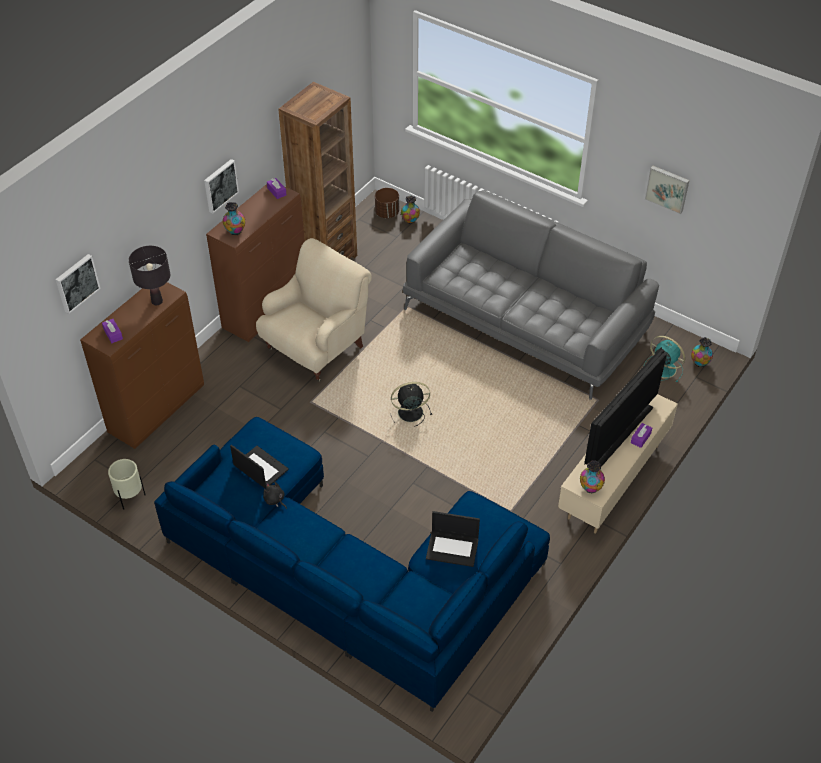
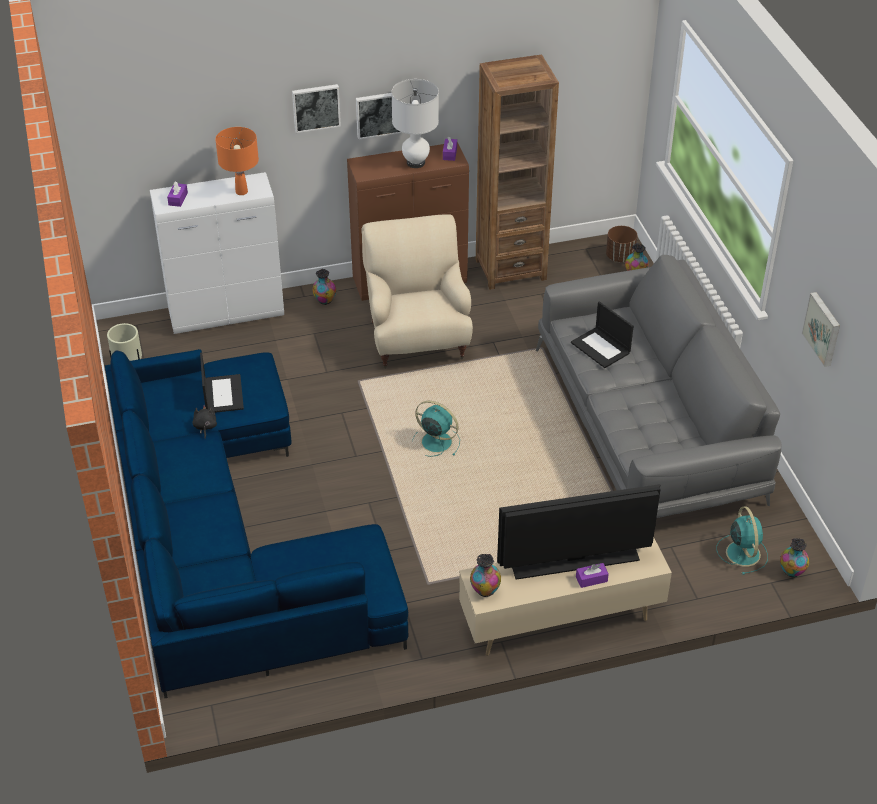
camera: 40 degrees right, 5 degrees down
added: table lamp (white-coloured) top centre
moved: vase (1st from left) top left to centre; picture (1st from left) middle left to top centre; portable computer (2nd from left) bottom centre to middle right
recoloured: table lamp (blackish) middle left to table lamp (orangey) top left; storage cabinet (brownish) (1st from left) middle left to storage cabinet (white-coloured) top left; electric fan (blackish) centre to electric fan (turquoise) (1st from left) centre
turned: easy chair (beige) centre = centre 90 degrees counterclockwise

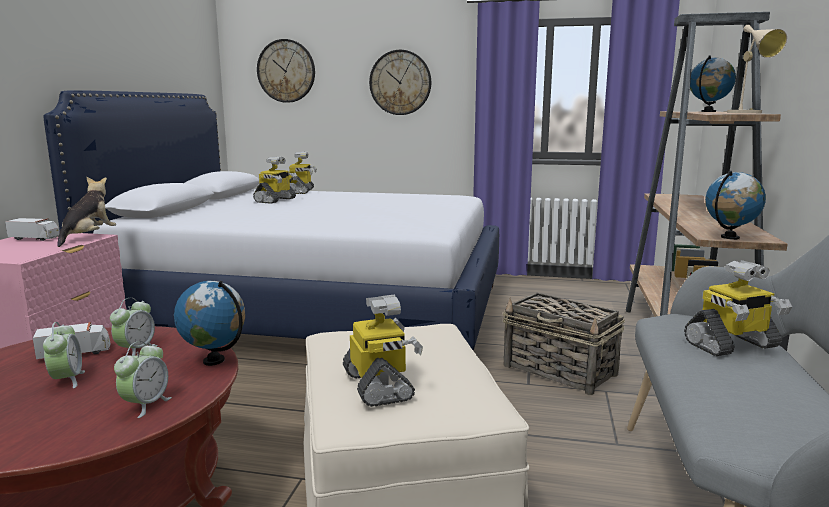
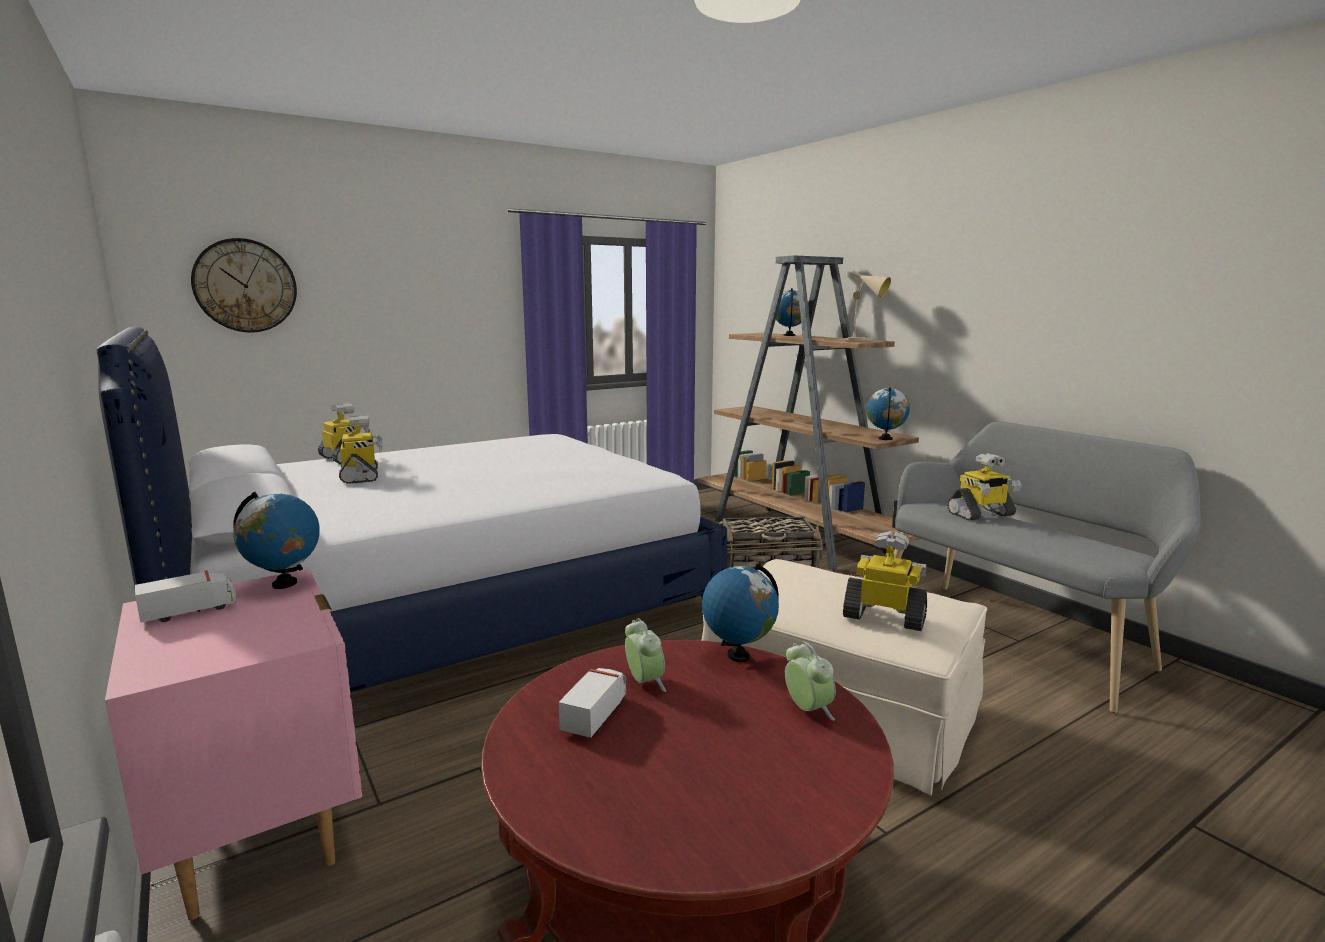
camera: 45 degrees left, 0 degrees up
removed: clock on the wall (2nd from left) top centre; bedside clock (1st from left) bottom left
replaced: plush toy middle left to world globe (1st from left) middle left
turned: robot figure (4th from left) middle right = middle right 45 degrees clockwise

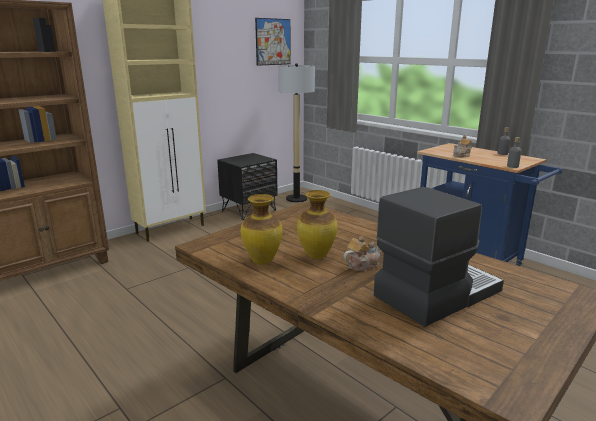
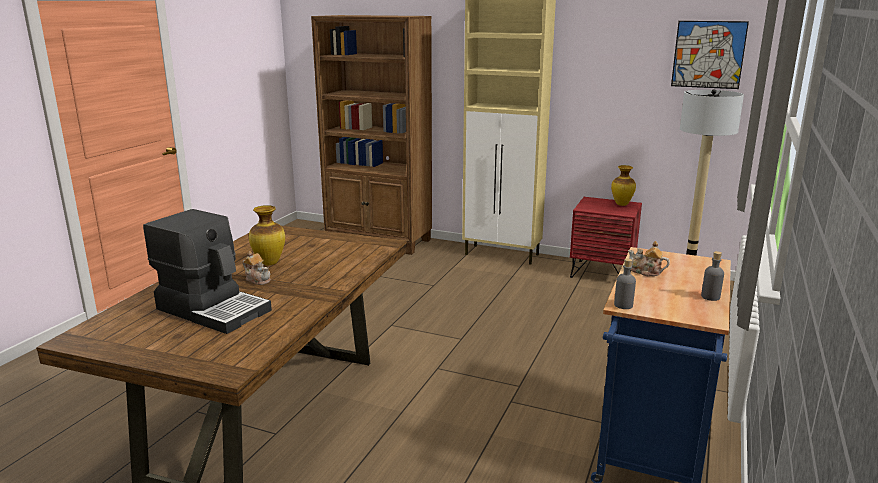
camera: 65 degrees right, 0 degrees up
moved: vase (1st from left in the first image) centre to vase (2nd from left) middle right
recoloured: nightstand (blackish) centre to nightstand (red) middle right

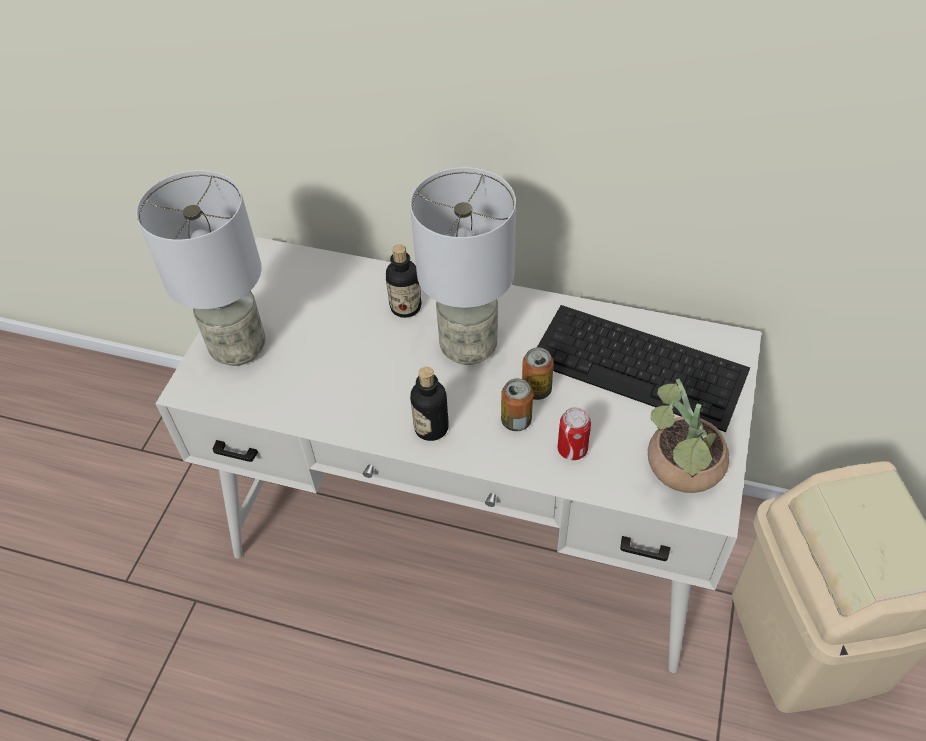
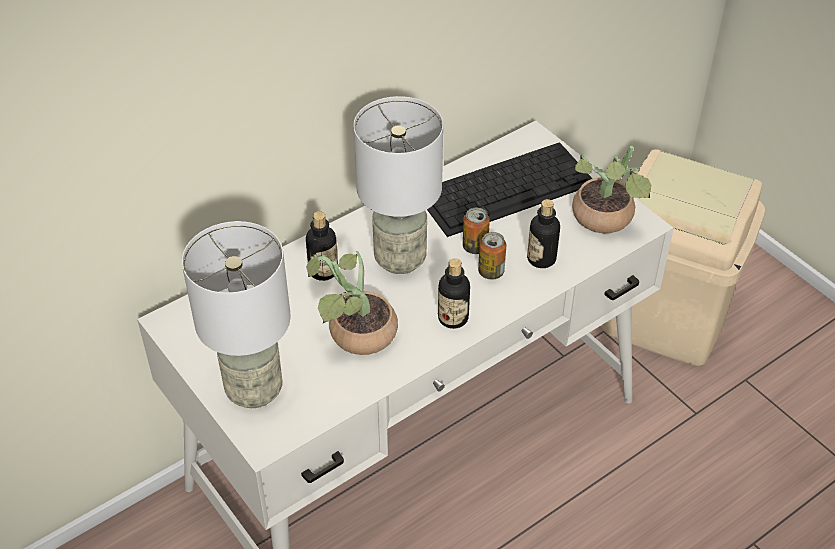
camera: 55 degrees left, 5 degrees down
added: plant in a pot (1st from left) centre
replaced: metal can (3rd from left) centre to bottle (3rd from left) centre

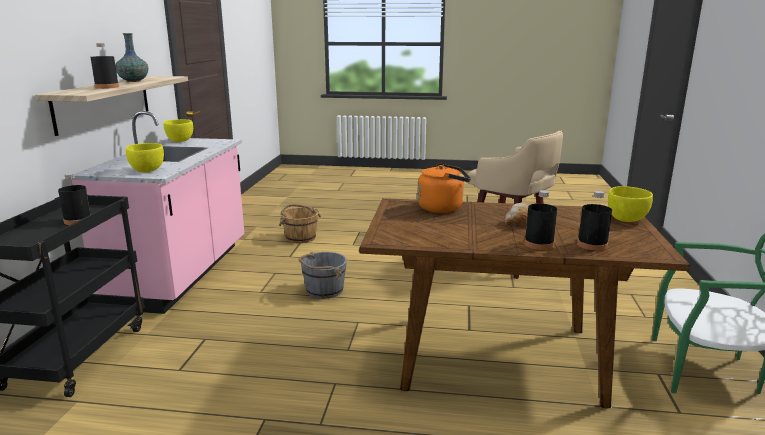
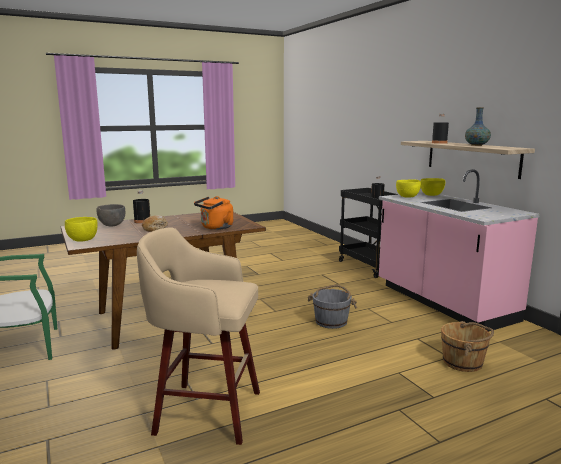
camera: 145 degrees right, 5 degrees down
moved: bowl (yellow-coloured) (2nd from left in the first image) top left to bowl (yellow-coloured) (3rd from left) middle right
replaced: bottle (blackish) (4th from left) middle right to bowl (gray) middle left

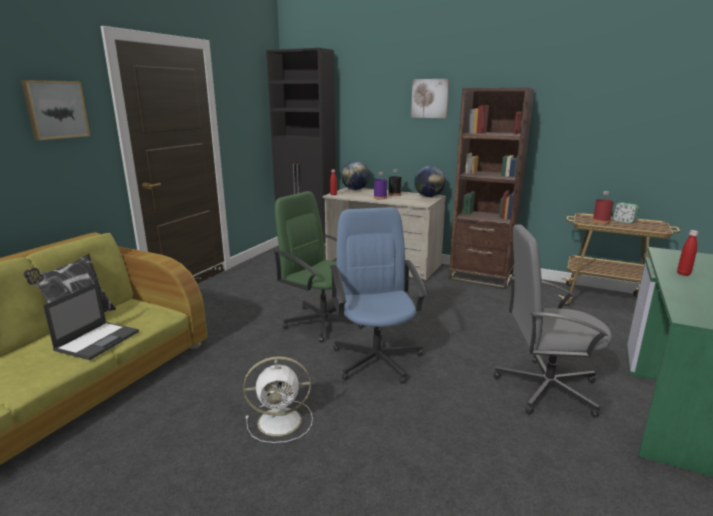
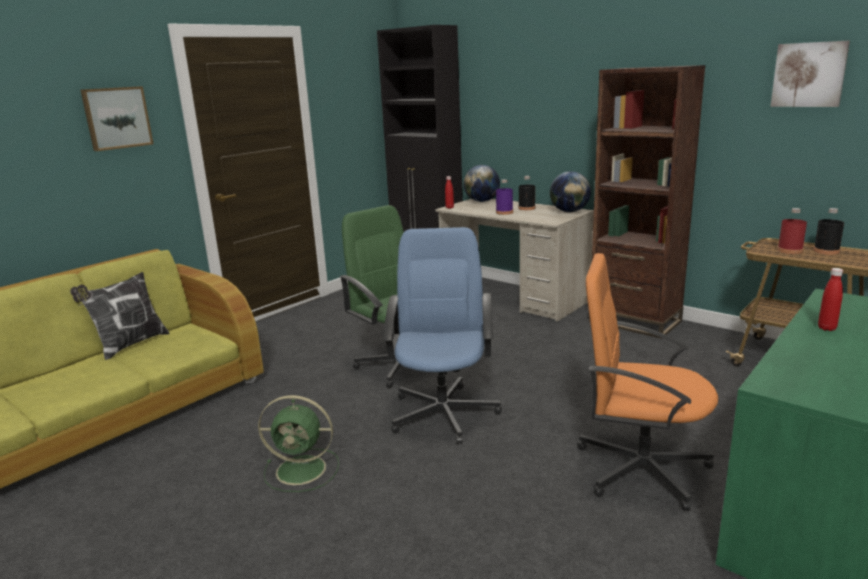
camera: 15 degrees right, 0 degrees up
removed: portable computer middle left
moved: picture (2nd from left) top centre to top right
replaced: bedside clock middle right to bottle (blackish) (2nd from left) middle right
recoloured: office chair (gray) middle right to office chair (orangey) middle right; electric fan (white-coloured) bottom centre to electric fan (greenish) bottom centre

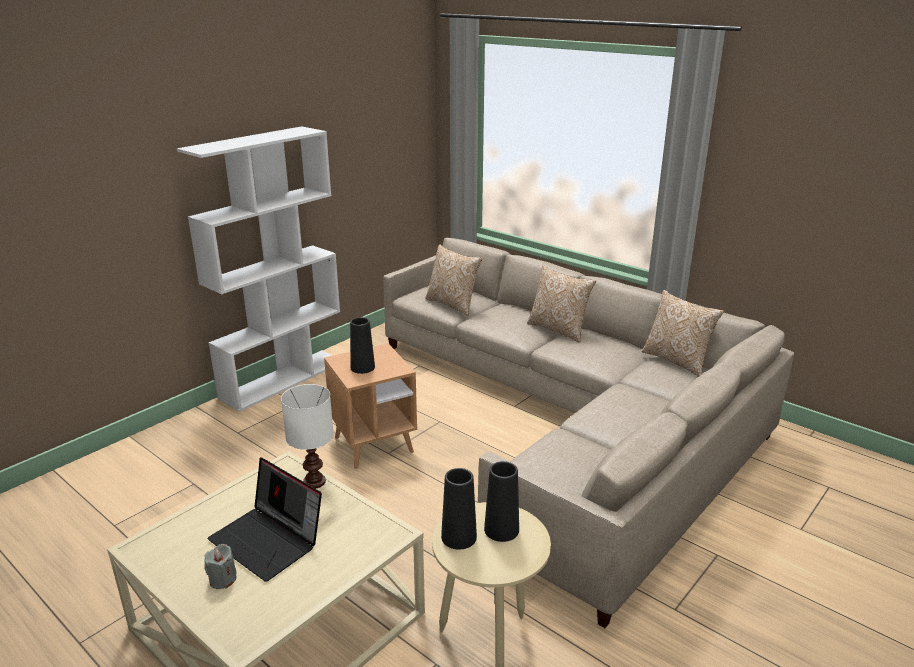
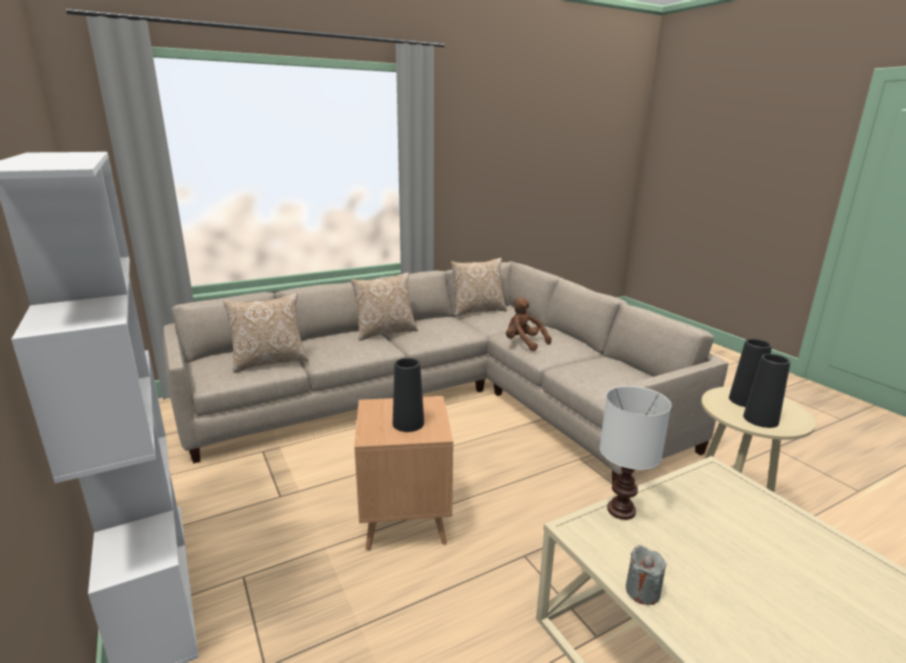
camera: 70 degrees left, 5 degrees down
removed: portable computer bottom left
added: plush toy (brownish) centre
moved: wax light (gray) bottom left to bottom right

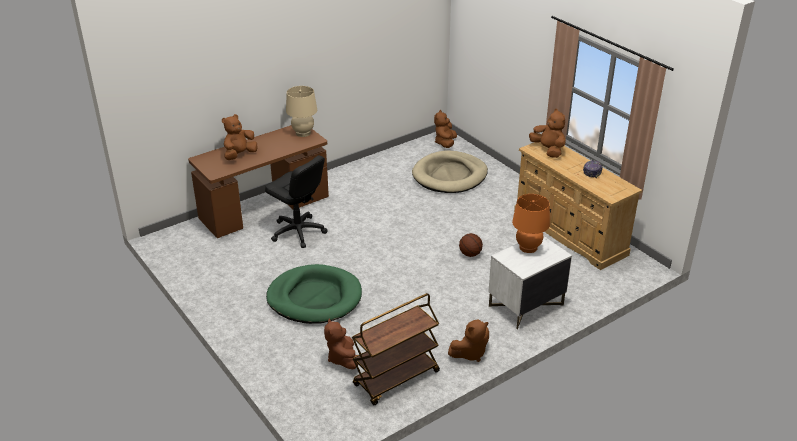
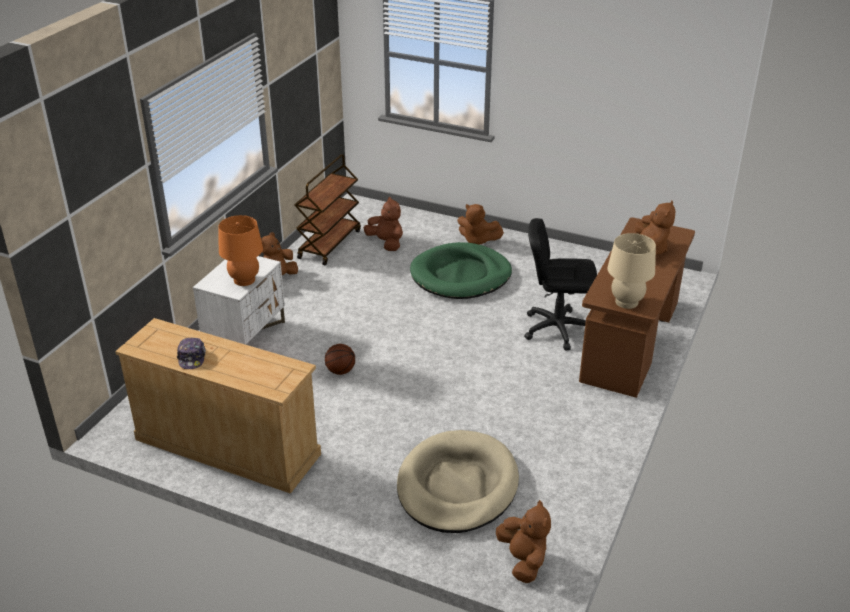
camera: 150 degrees right, 0 degrees up
moved: plush toy (brownish) (5th from left in the first image) top right to plush toy (brownish) (3rd from left) centre

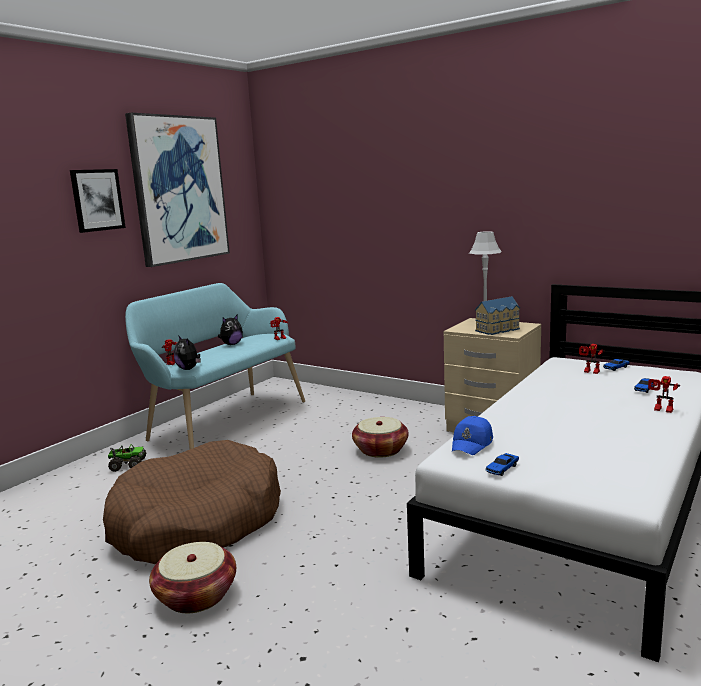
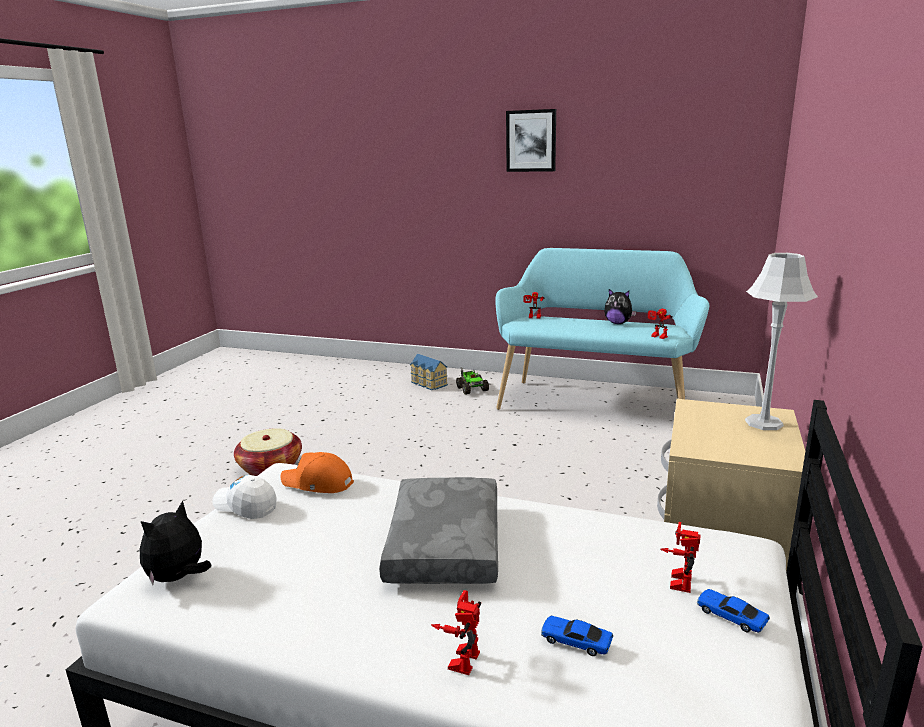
camera: 75 degrees right, 5 degrees up
removed: picture (2nd from left) top left; basket (2nd from left) centre; pet bed (brownish) bottom left
added: cushion (gray) bottom centre
moved: toy house middle right to centre; plush toy (1st from left) middle left to bottom left
replaced: model car (1st from left) bottom right to peaked cap (white-coloured) bottom left
recoloured: peaked cap (blue) middle right to peaked cap (orangey) centre

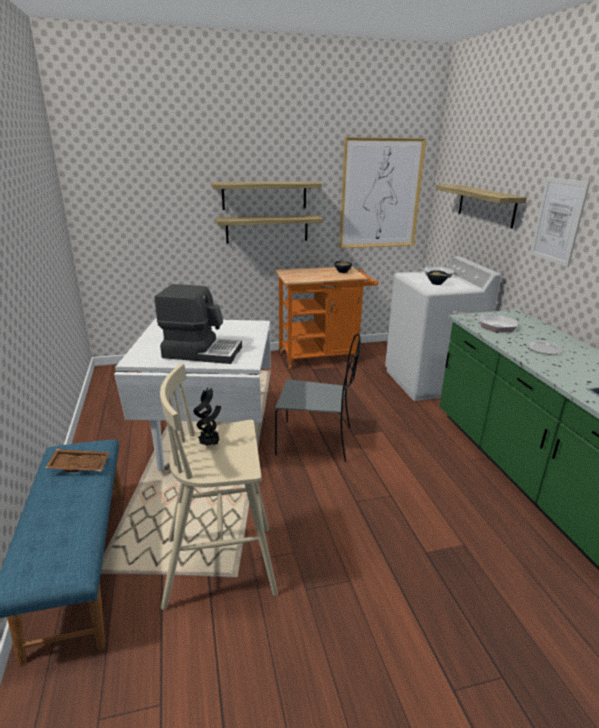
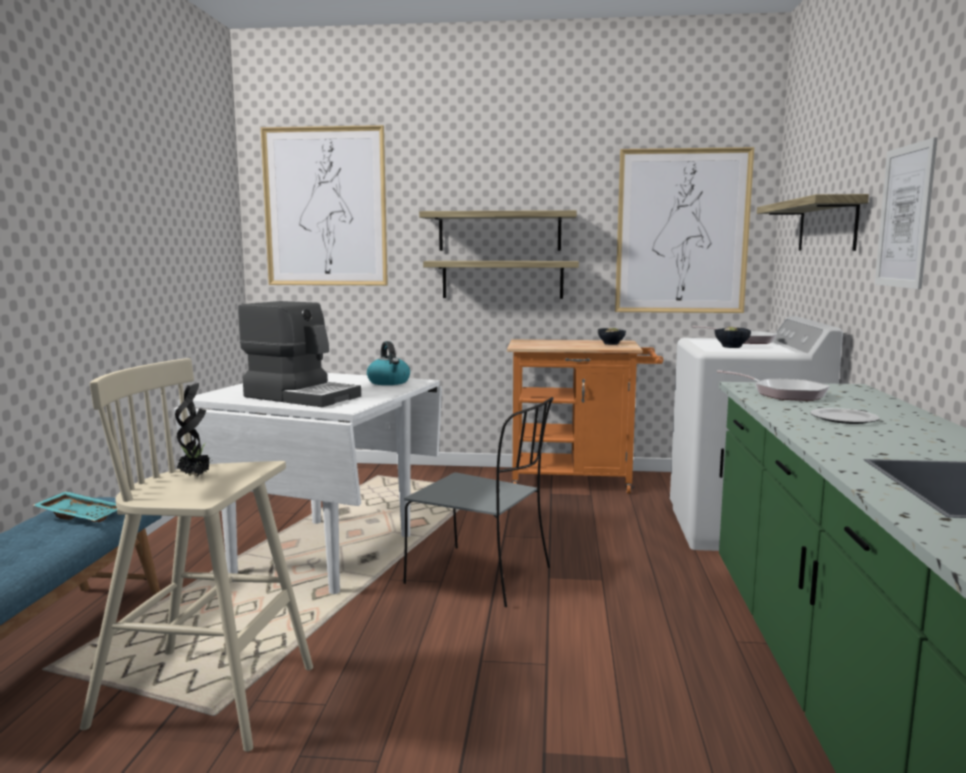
camera: 20 degrees right, 15 degrees down
added: picture (1st from left) top centre; water kettle centre
recoloured: serving tray (brownish) middle left to serving tray (turquoise) middle left

